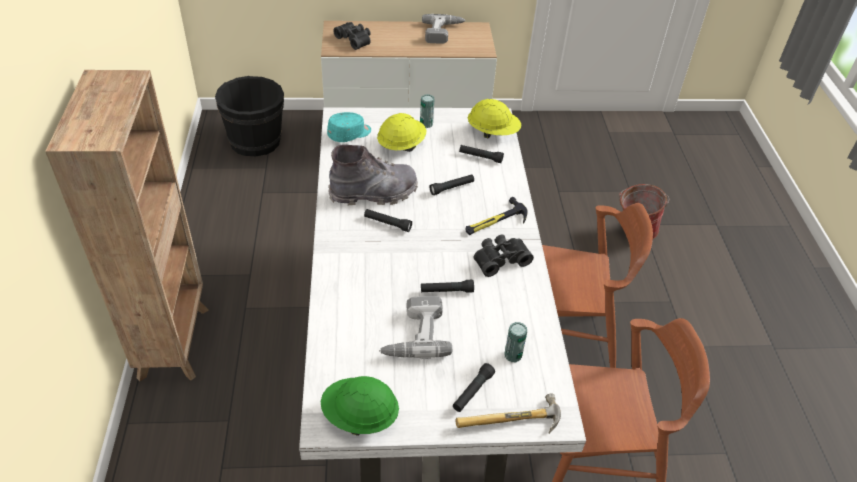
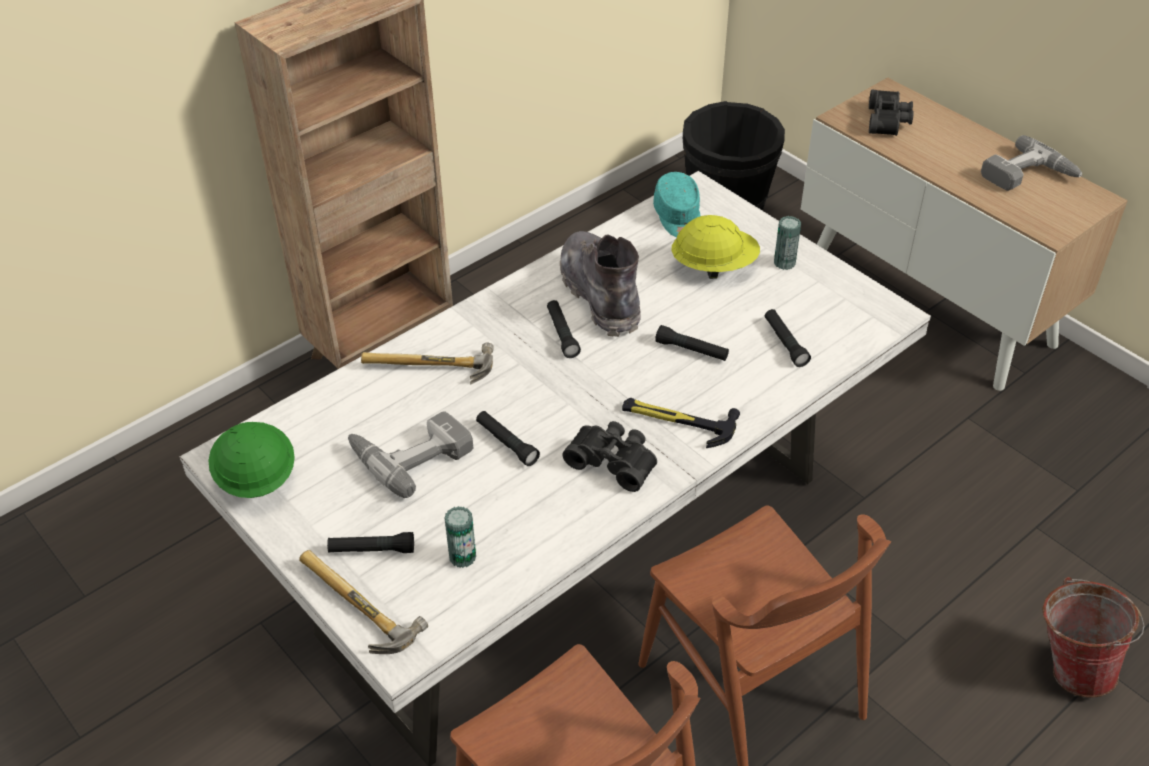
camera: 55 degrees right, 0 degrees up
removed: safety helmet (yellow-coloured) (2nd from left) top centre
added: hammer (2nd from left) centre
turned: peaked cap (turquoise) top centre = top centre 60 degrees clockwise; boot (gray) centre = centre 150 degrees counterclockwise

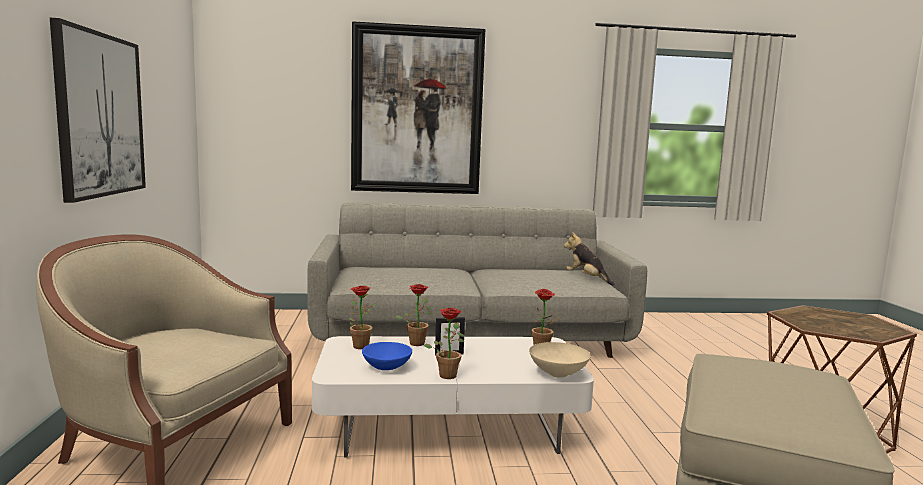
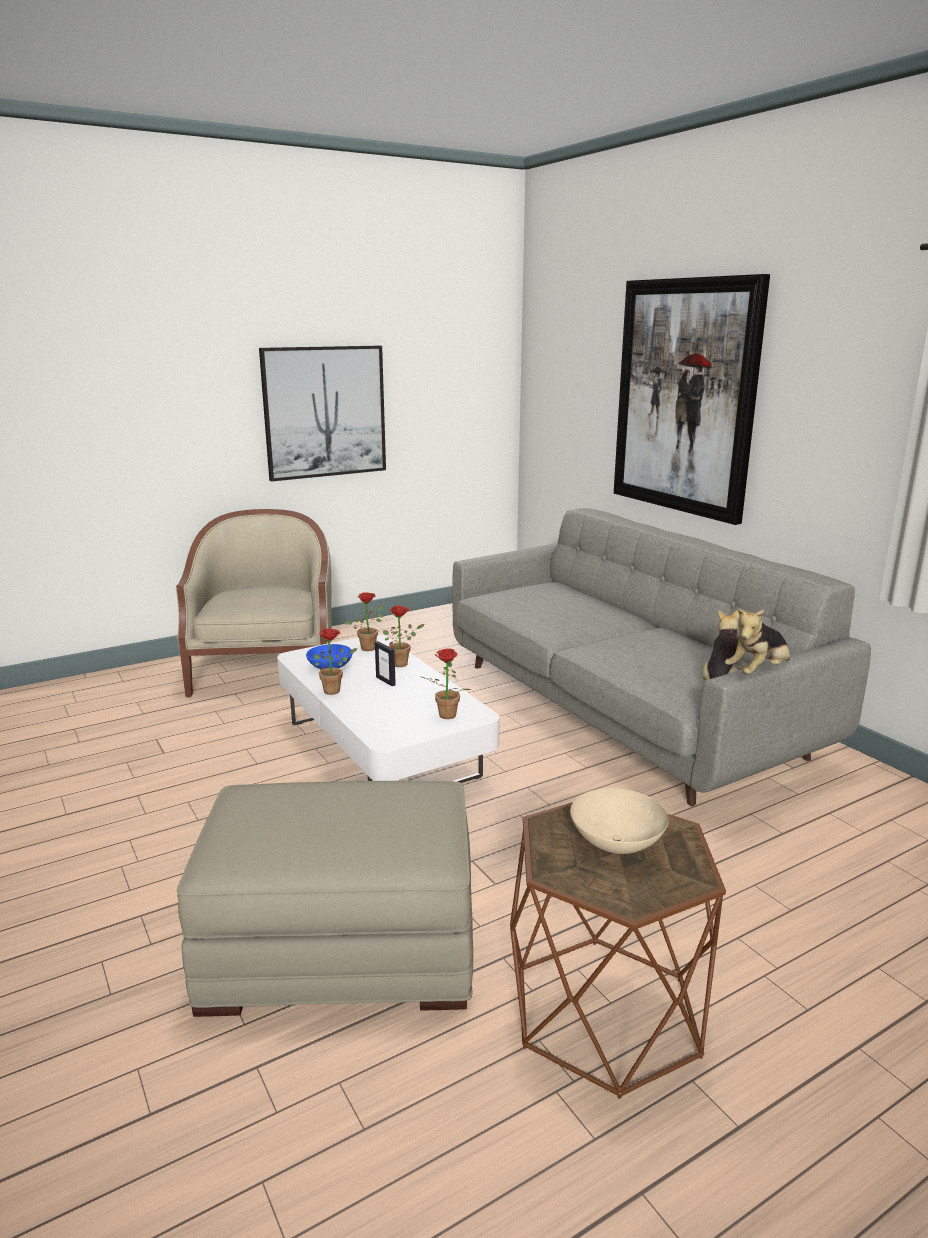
camera: 65 degrees right, 10 degrees up
added: plush toy (2nd from left) middle right
moved: bowl (beige) bottom centre to middle right

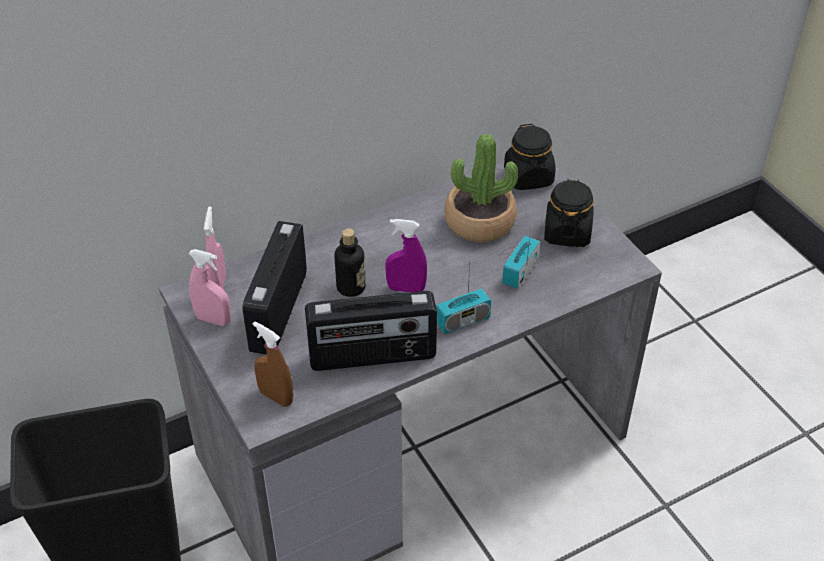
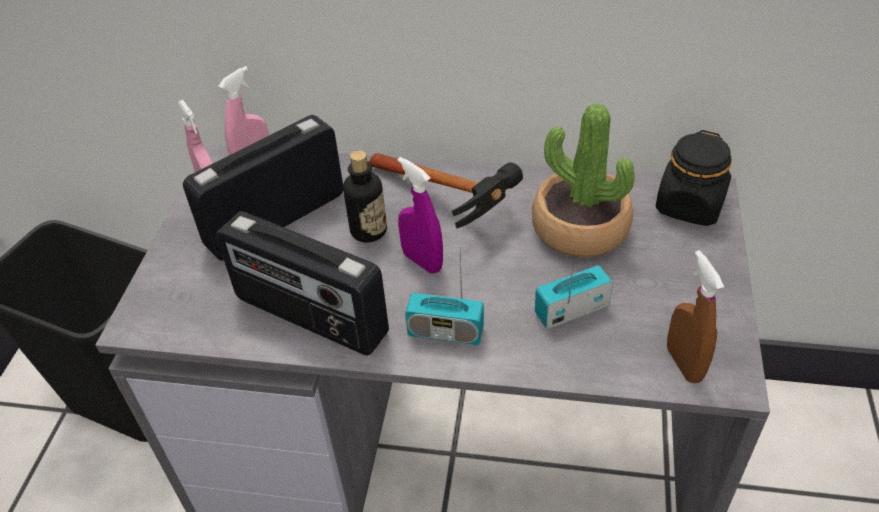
camera: 40 degrees right, 0 degrees up
removed: jar (blackish) (2nd from left) middle right
added: hammer centre
moved: sprayer (brownish) middle left to middle right

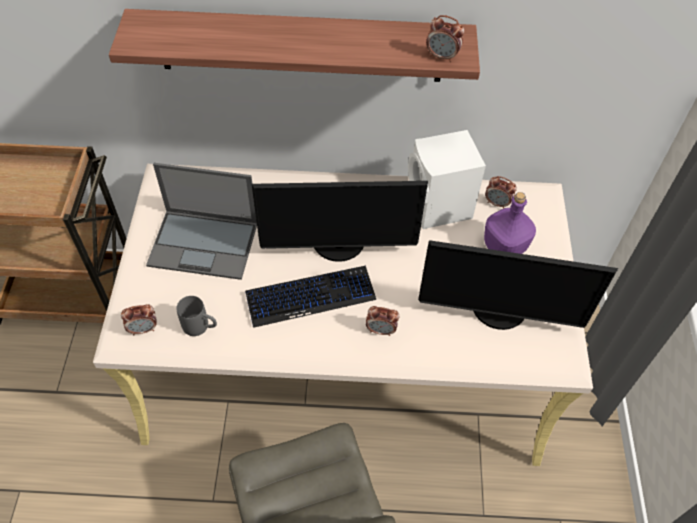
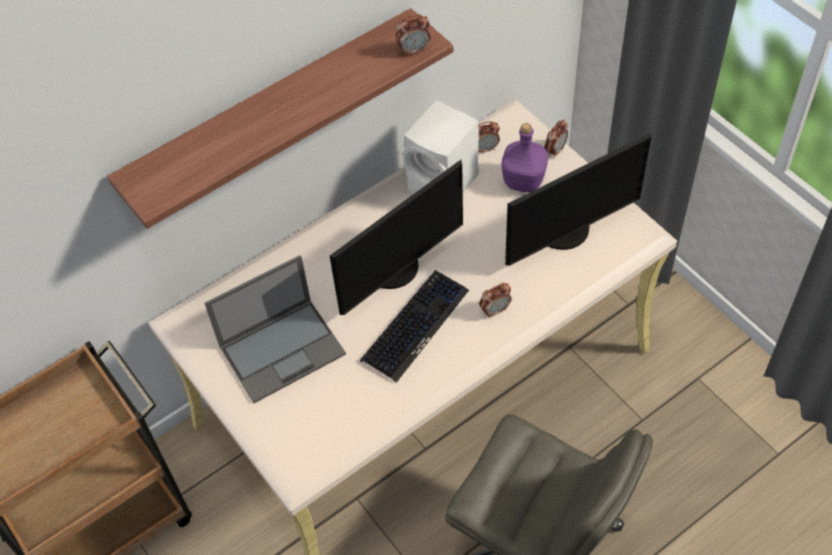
camera: 35 degrees left, 0 degrees up
removed: tea mug (gray) middle left
moved: bedside clock (1st from left in the first image) middle left to bedside clock (4th from left) top right

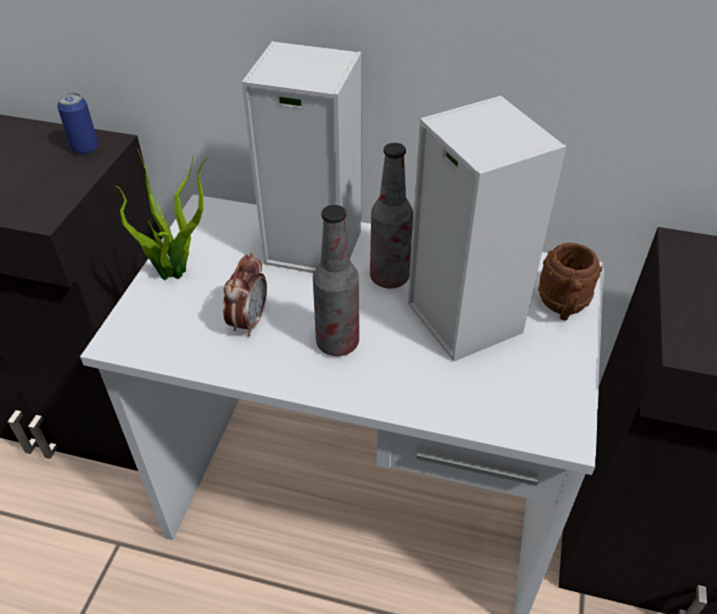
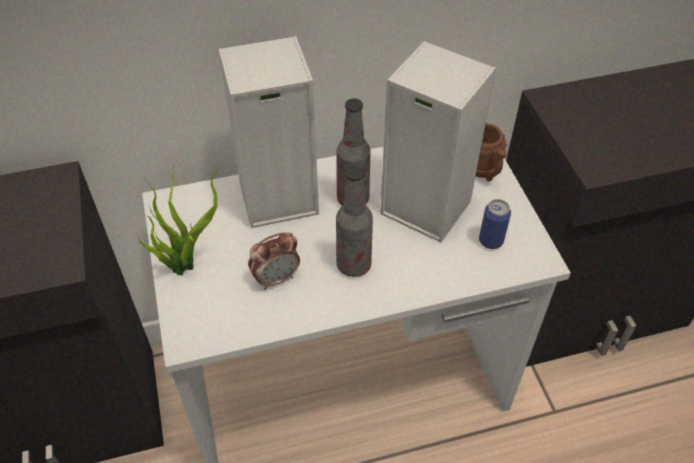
camera: 30 degrees left, 5 degrees up
moved: metal can top left to middle right
turned: bedside clock centre = centre 75 degrees clockwise

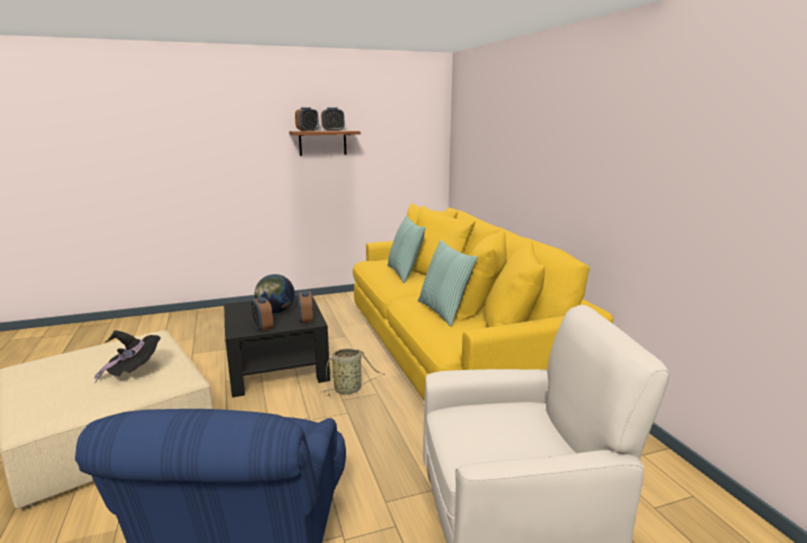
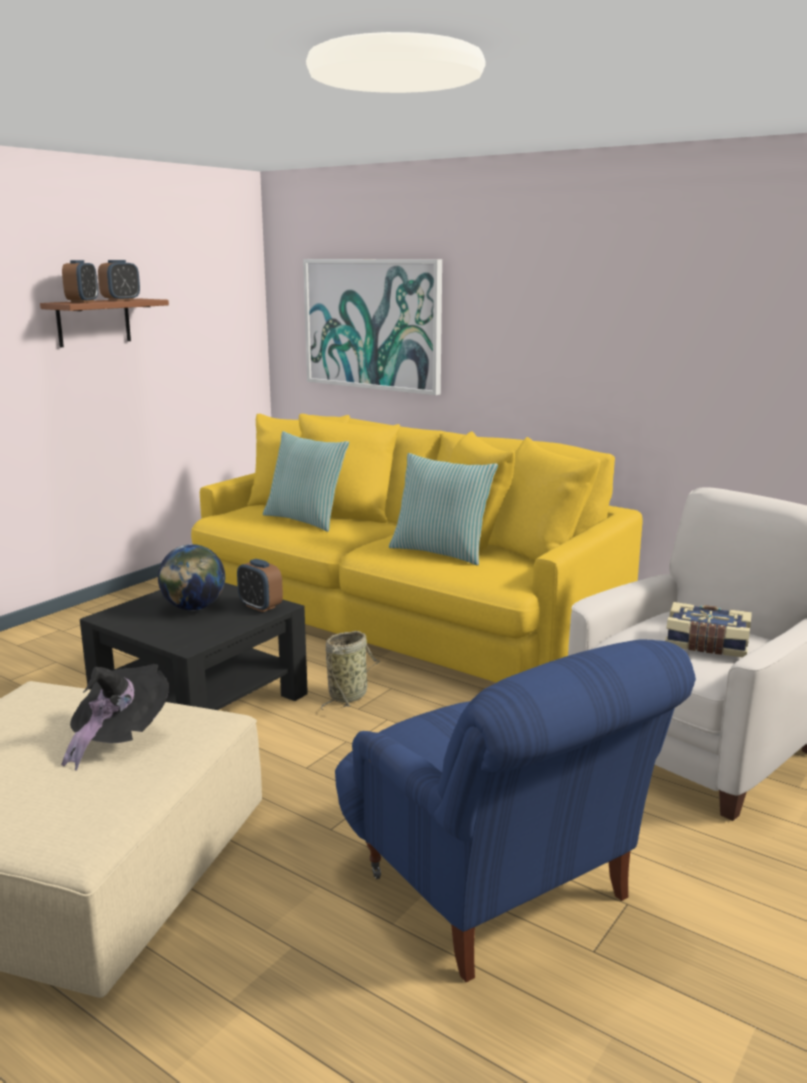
camera: 35 degrees left, 0 degrees up
removed: bedside clock (1st from left) middle left
added: picture top centre; bound book middle right

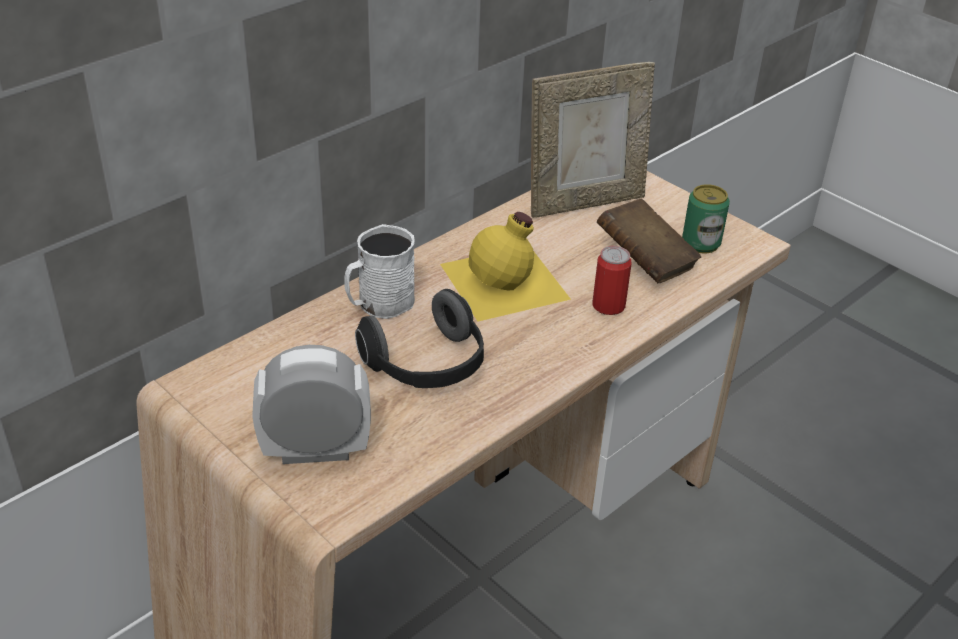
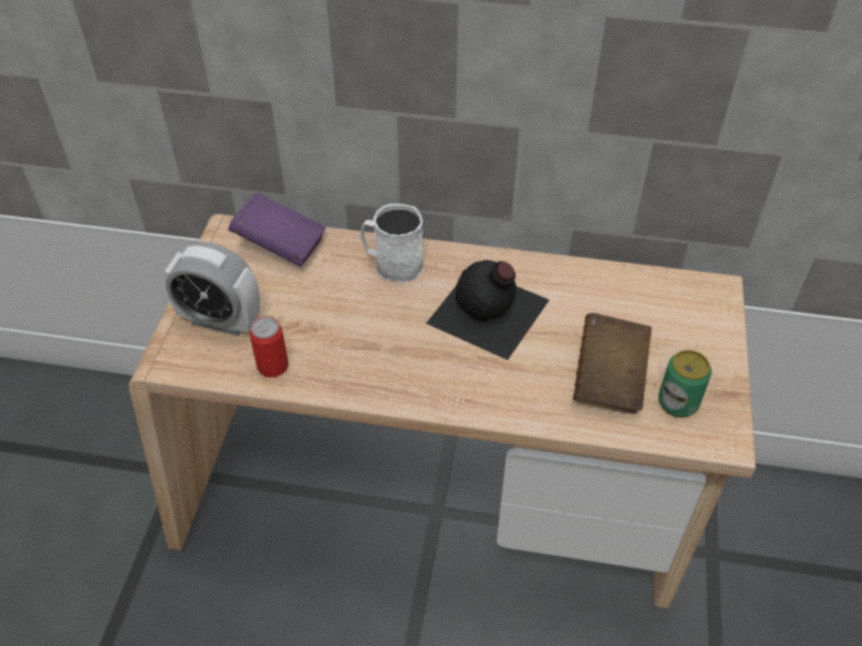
camera: 55 degrees right, 10 degrees up
removed: picture frame top centre; headphones centre
added: bound book (purple) middle left
moved: metal can (1st from left) centre to middle left
recoloured: bottle (yellow-coloured) centre to bottle (blackish) centre
turned: bedside clock middle left = middle left 150 degrees clockwise

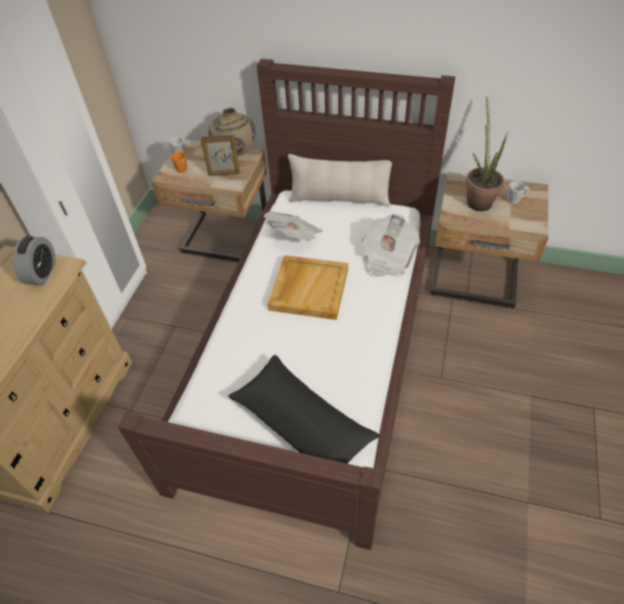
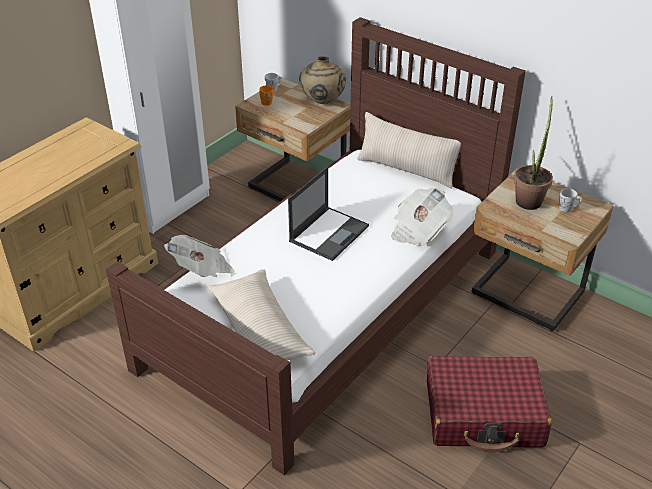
camera: 20 degrees right, 10 degrees down
removed: picture frame top centre; bedside clock middle left
added: suitcase (red) bottom right
moved: printed paper (1st from left) centre to middle left
replaced: serving tray (beige) centre to portable computer centre
recoloured: cushion (blackish) bottom centre to cushion (beige) (1st from left) centre

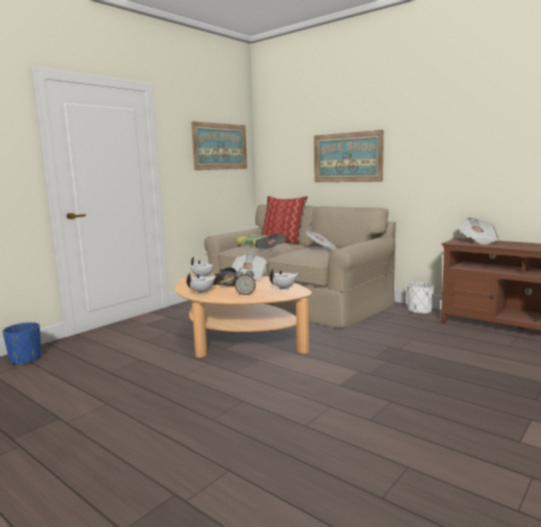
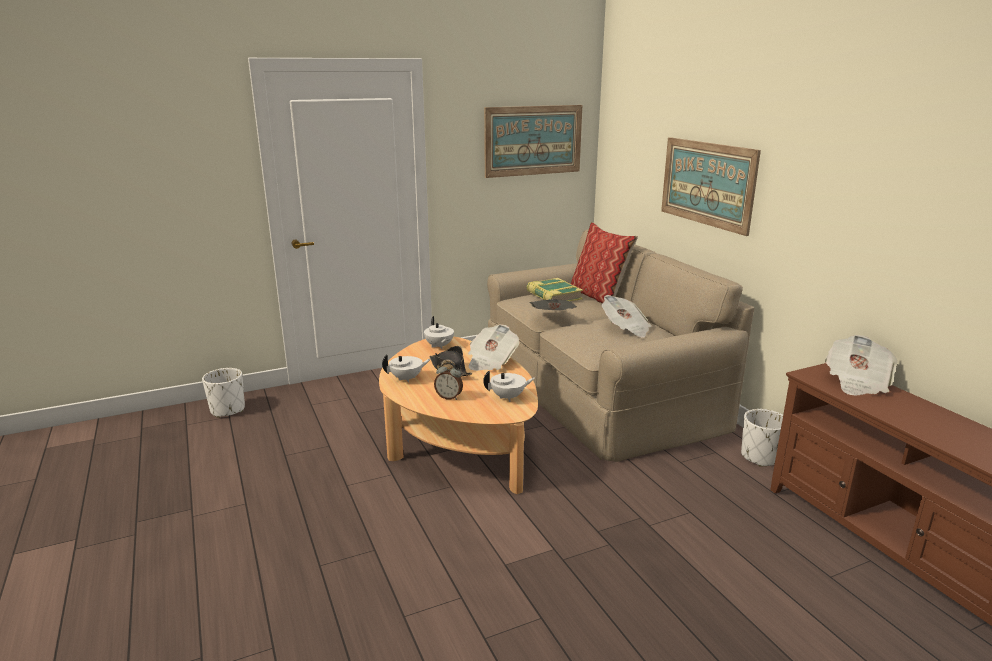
camera: 25 degrees right, 10 degrees up
recoloured: planter (blue) middle left to planter (white-coloured) (1st from left) middle left

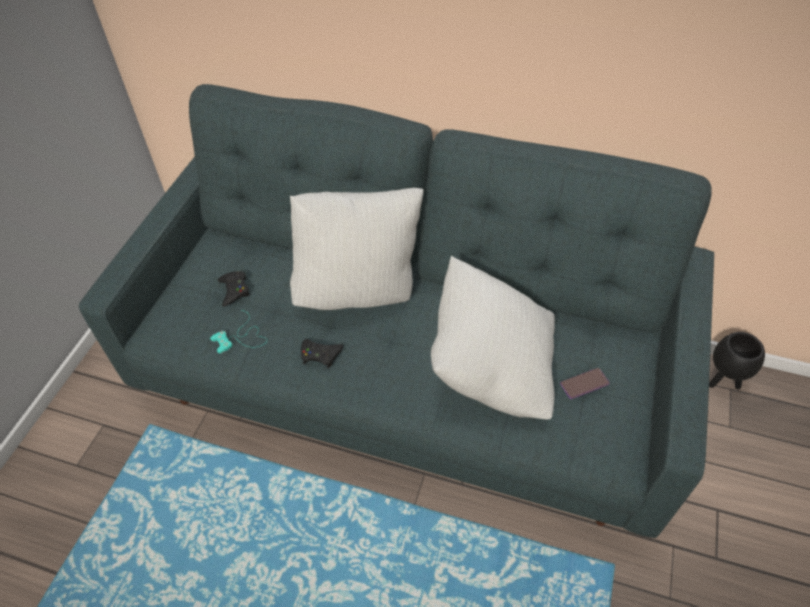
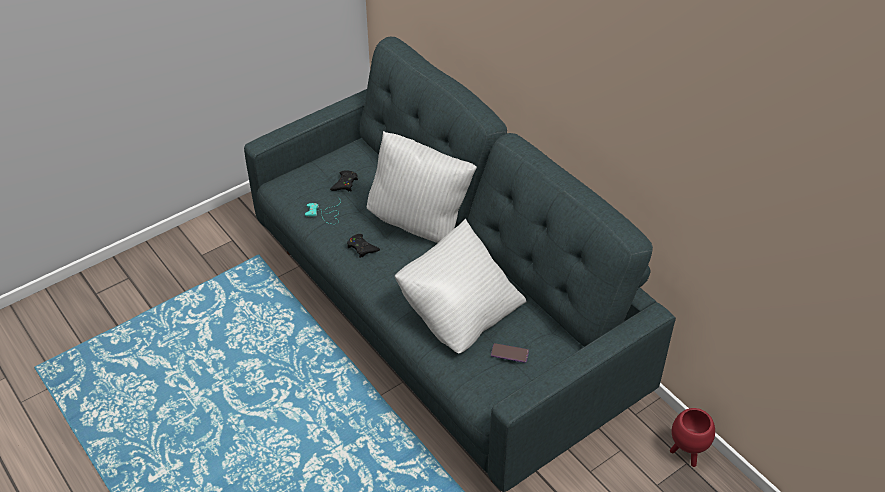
camera: 35 degrees right, 5 degrees down
recoloured: planter (blackish) middle right to planter (red) bottom right

